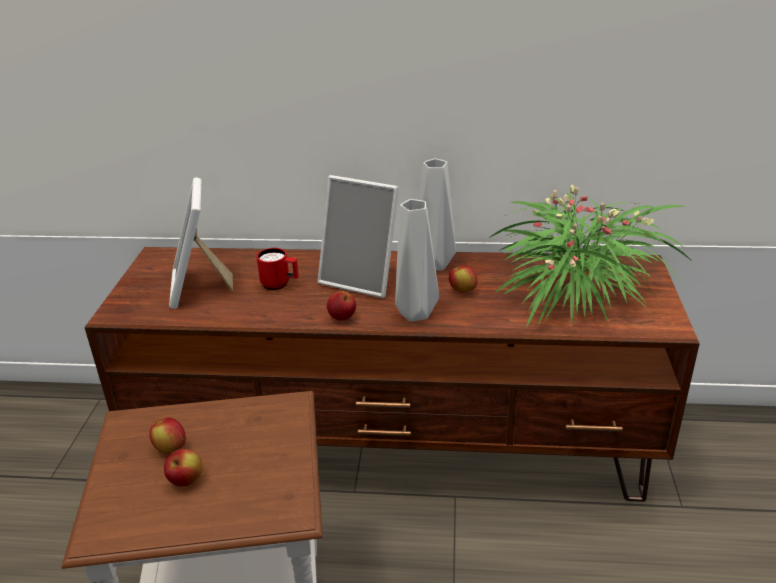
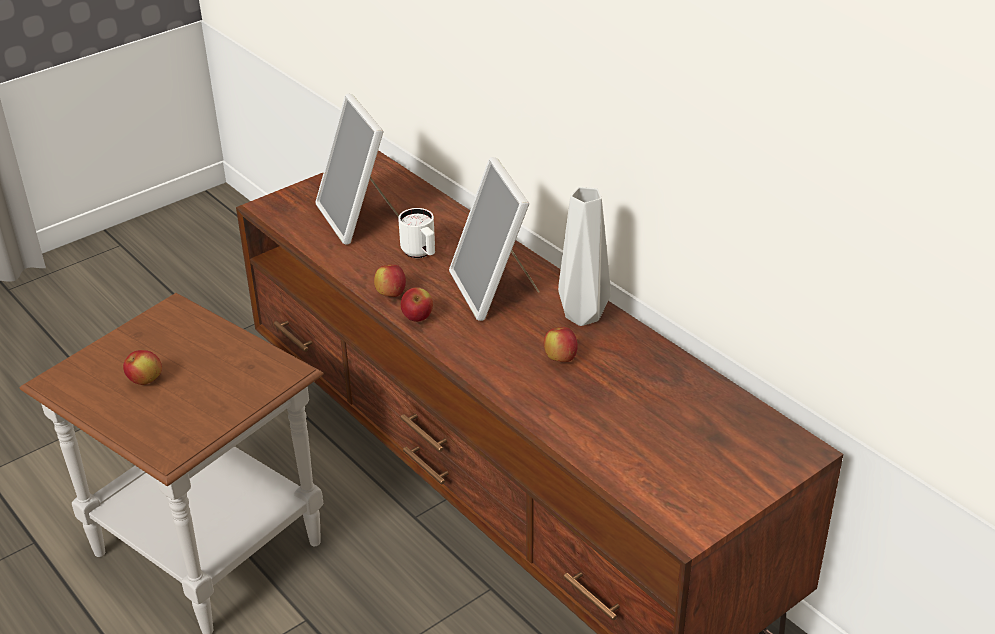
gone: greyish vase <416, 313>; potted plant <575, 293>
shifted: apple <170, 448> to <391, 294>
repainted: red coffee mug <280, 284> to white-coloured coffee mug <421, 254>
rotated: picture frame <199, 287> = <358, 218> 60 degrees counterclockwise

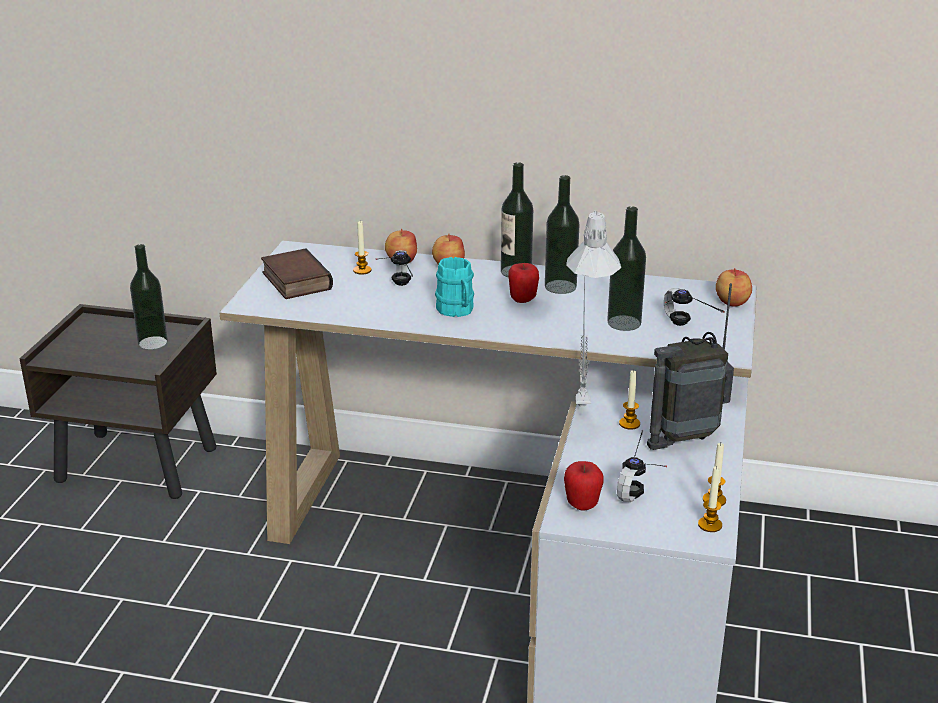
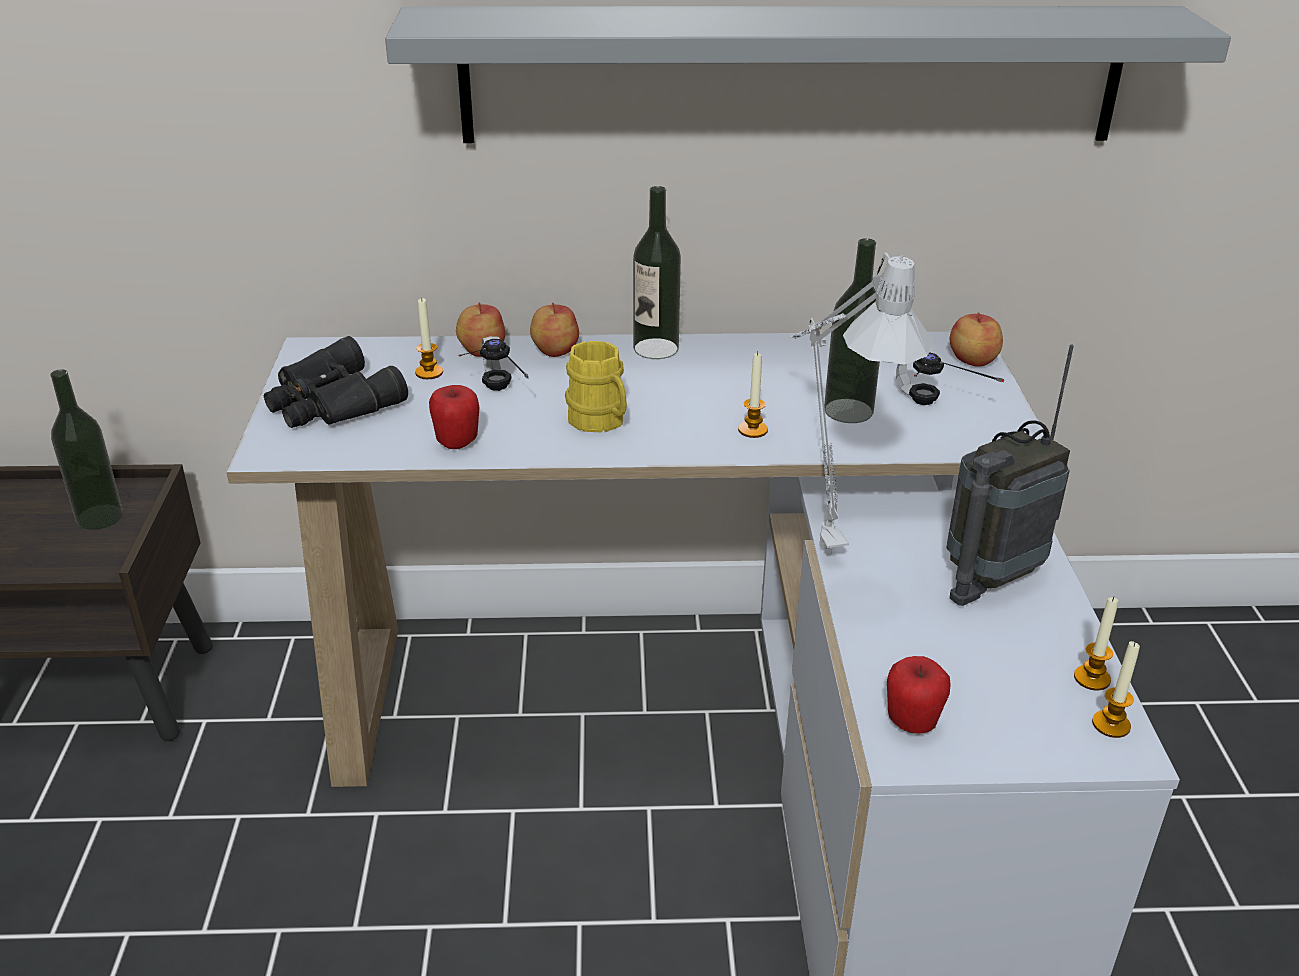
gone: drink bottle <560, 287>; headphones <644, 488>
new: greyish wall shelf <791, 75>
shifted: apple <523, 300> to <457, 443>; wax candle <629, 424> to <753, 430>
swapped: volume <294, 281> to blackish pair of binoculars <330, 402>
repainted: turquoise coffee mug <457, 311> to yellowish coffee mug <601, 422>

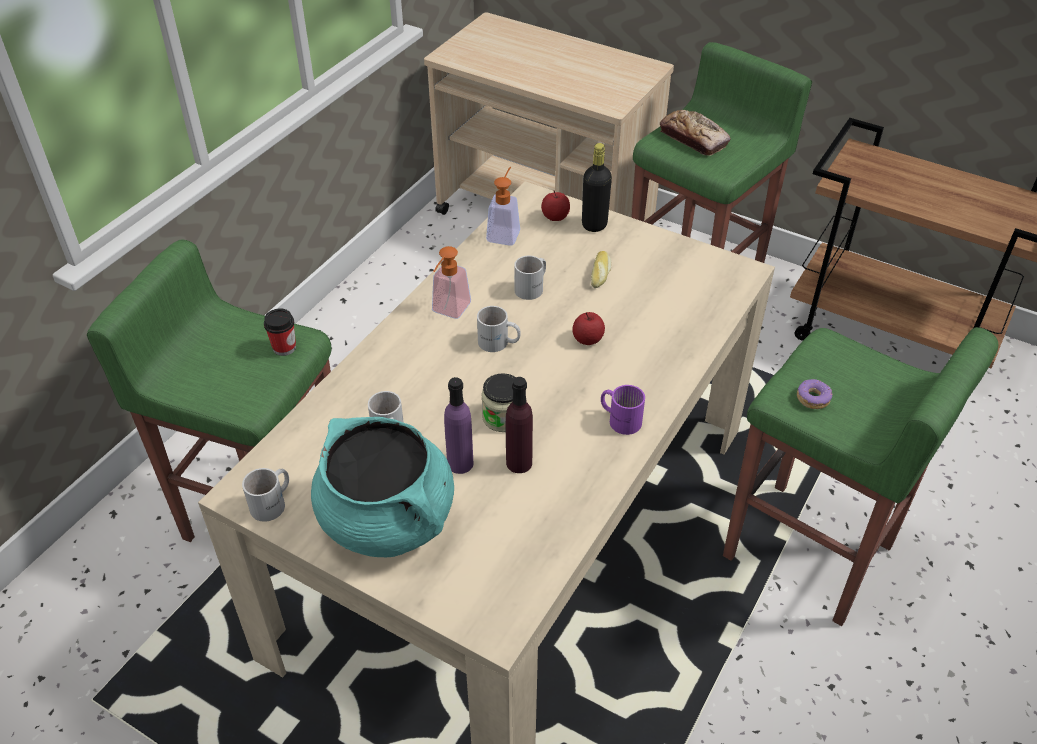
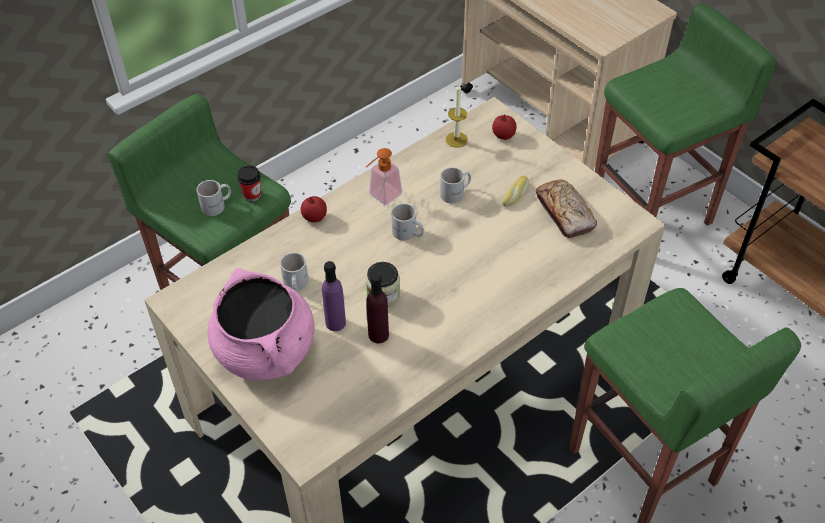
gone: blackish drink bottle <594, 224>; purple-coloured coffee mug <620, 418>; donut <812, 398>
shifted: white-coloured coffee mug <273, 503> to <217, 205>; apple <587, 339> to <314, 217>; bakery bread <693, 139> to <564, 213>
swapped: soap bottle <505, 232> to wax candle <456, 139>
repainted: turquoise saucepot <388, 520> to pink-coloured saucepot <266, 351>

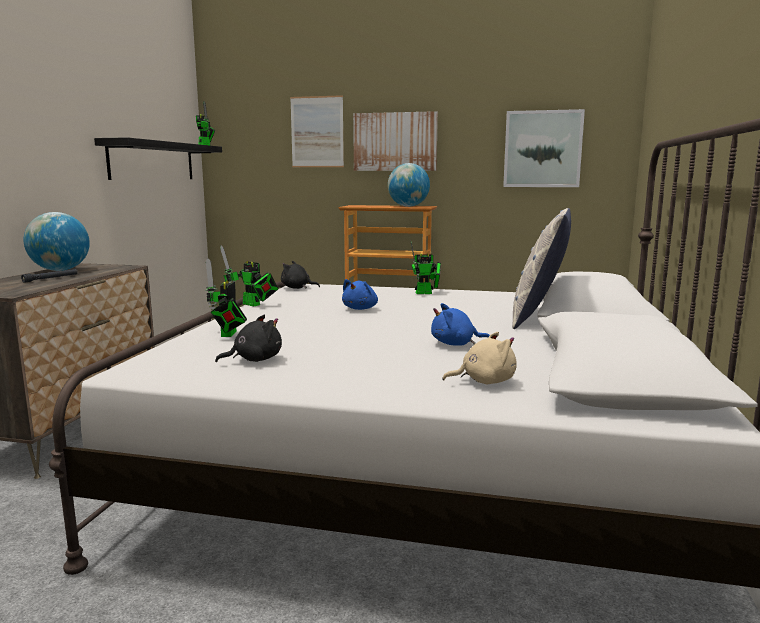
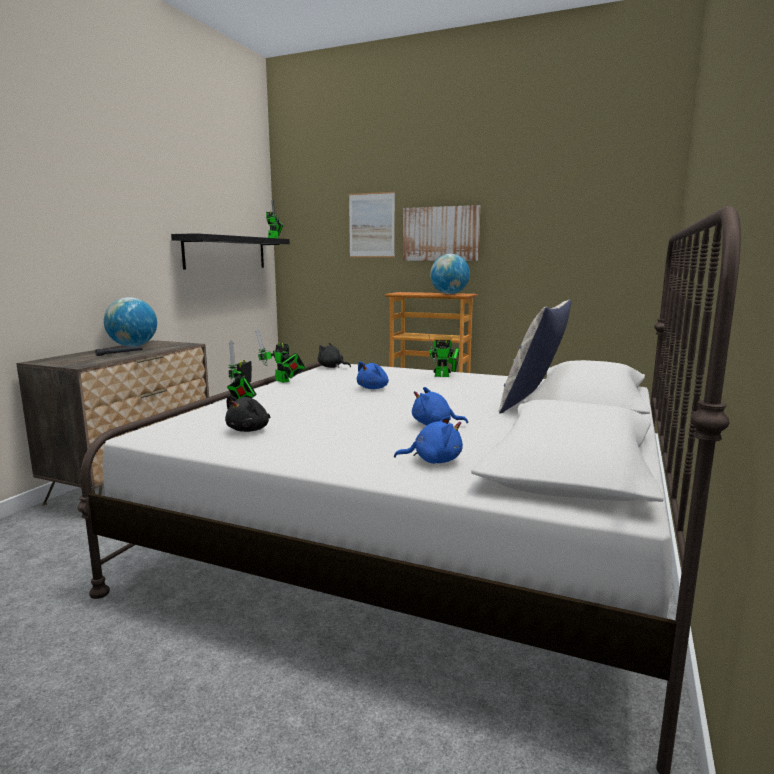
gone: picture <542, 149>
repainted: beige-coloured plush toy <484, 381> to blue-coloured plush toy <433, 461>
rotated: blackish plush toy <254, 360> = <250, 430> 135 degrees clockwise

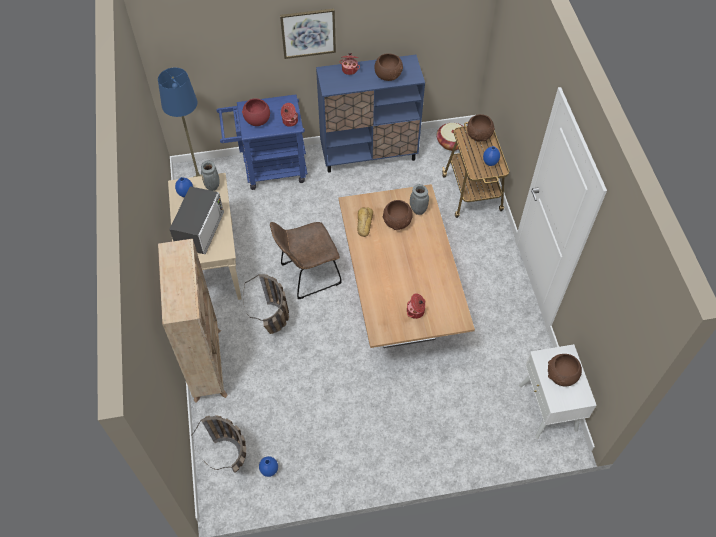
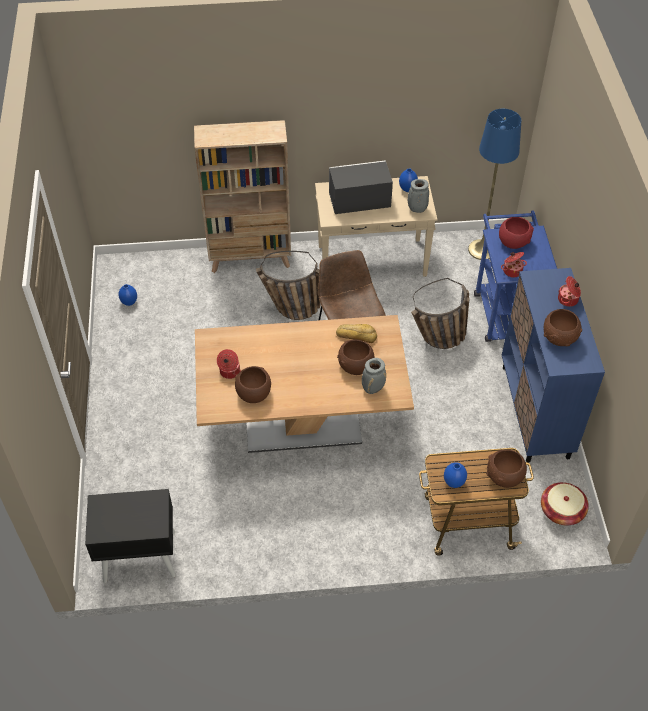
gone: picture <308, 33>
shifted: basket <234, 459> to <438, 341>; brown-coloured serving bowl <561, 376> to <253, 393>
repainted: white-coloured bedside table <548, 407> to blackish bedside table <139, 556>
rotated: microwave oven <200, 230> = <359, 200> 150 degrees clockwise

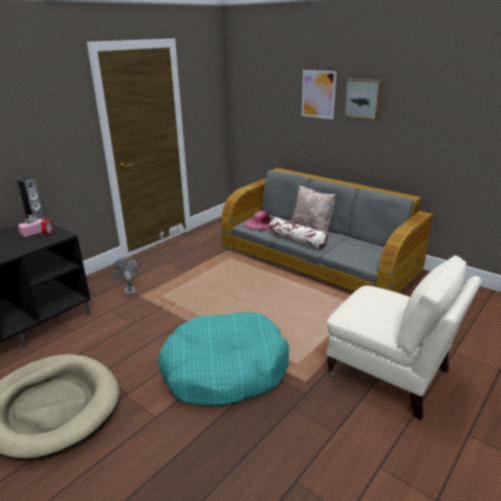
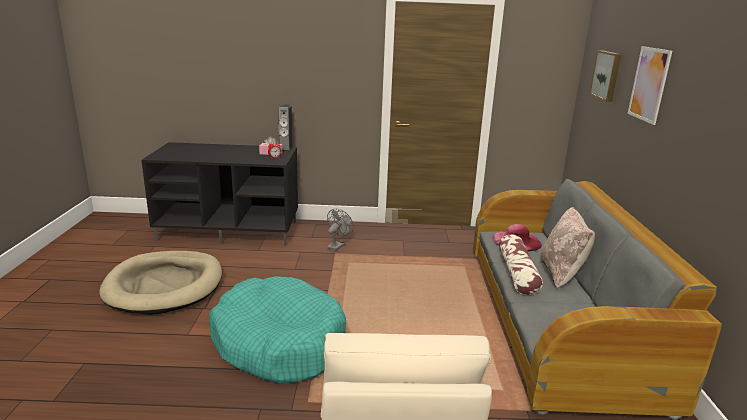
shifted: picture <363, 98> to <607, 75>

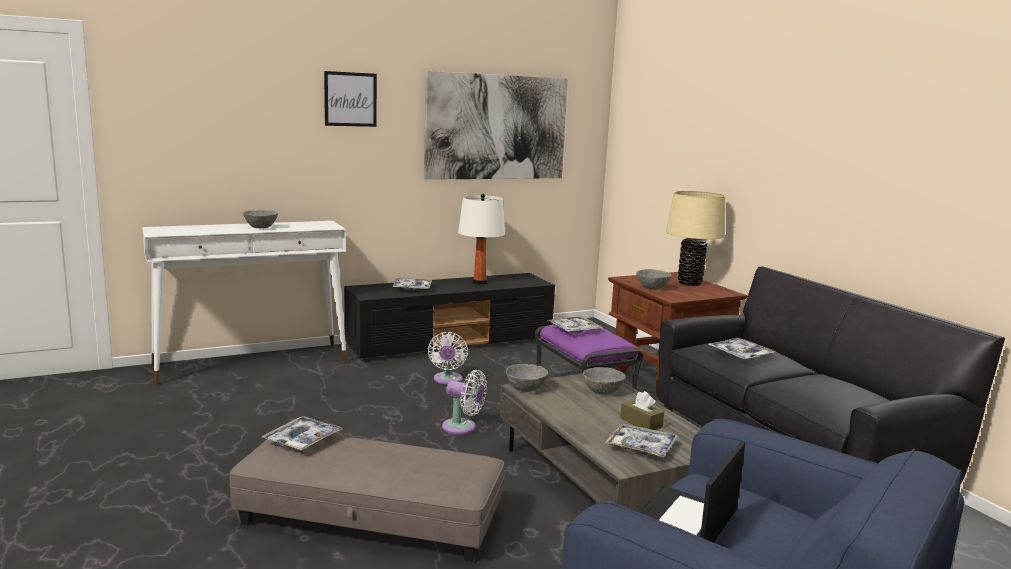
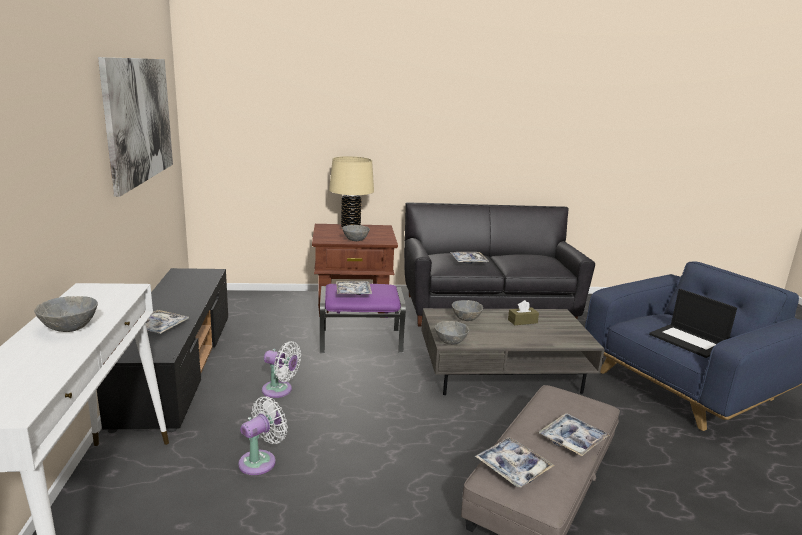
gone: picture <350, 99>; white-coloured table lamp <479, 282>
shifted: white-coloured cooling fan <462, 428> to <261, 461>; carrying tray <641, 447> to <572, 440>

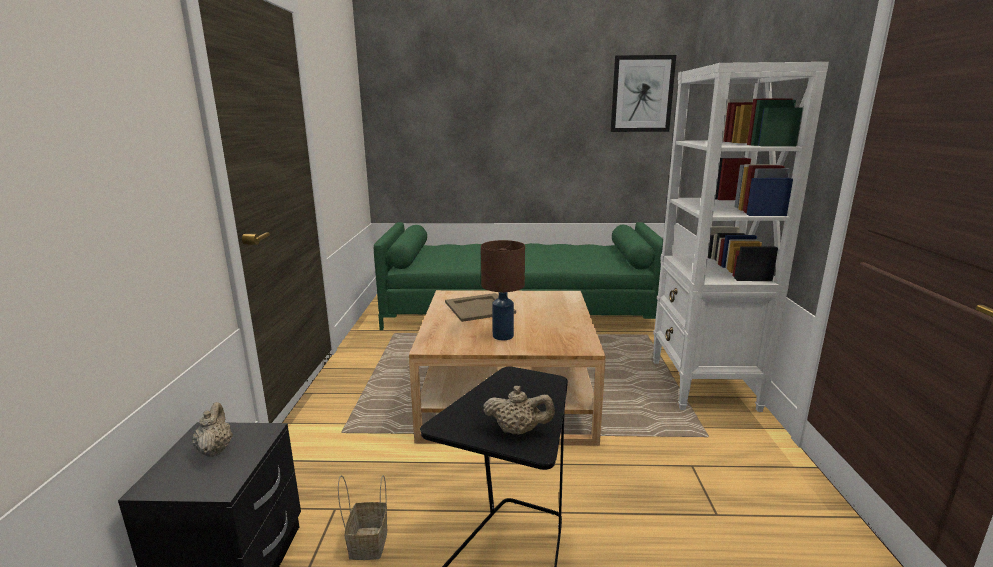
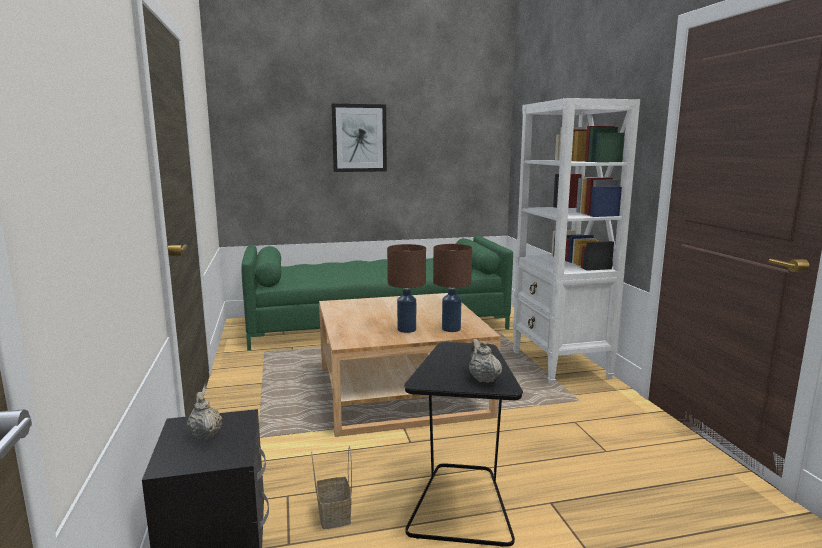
gone: beige-coloured carrying tray <478, 307>
new: brown-coloured table lamp <451, 329>
shifted: picture <642, 94> to <359, 138>
rotated: beige-coloured teapot <518, 431> = <483, 379> 105 degrees counterclockwise

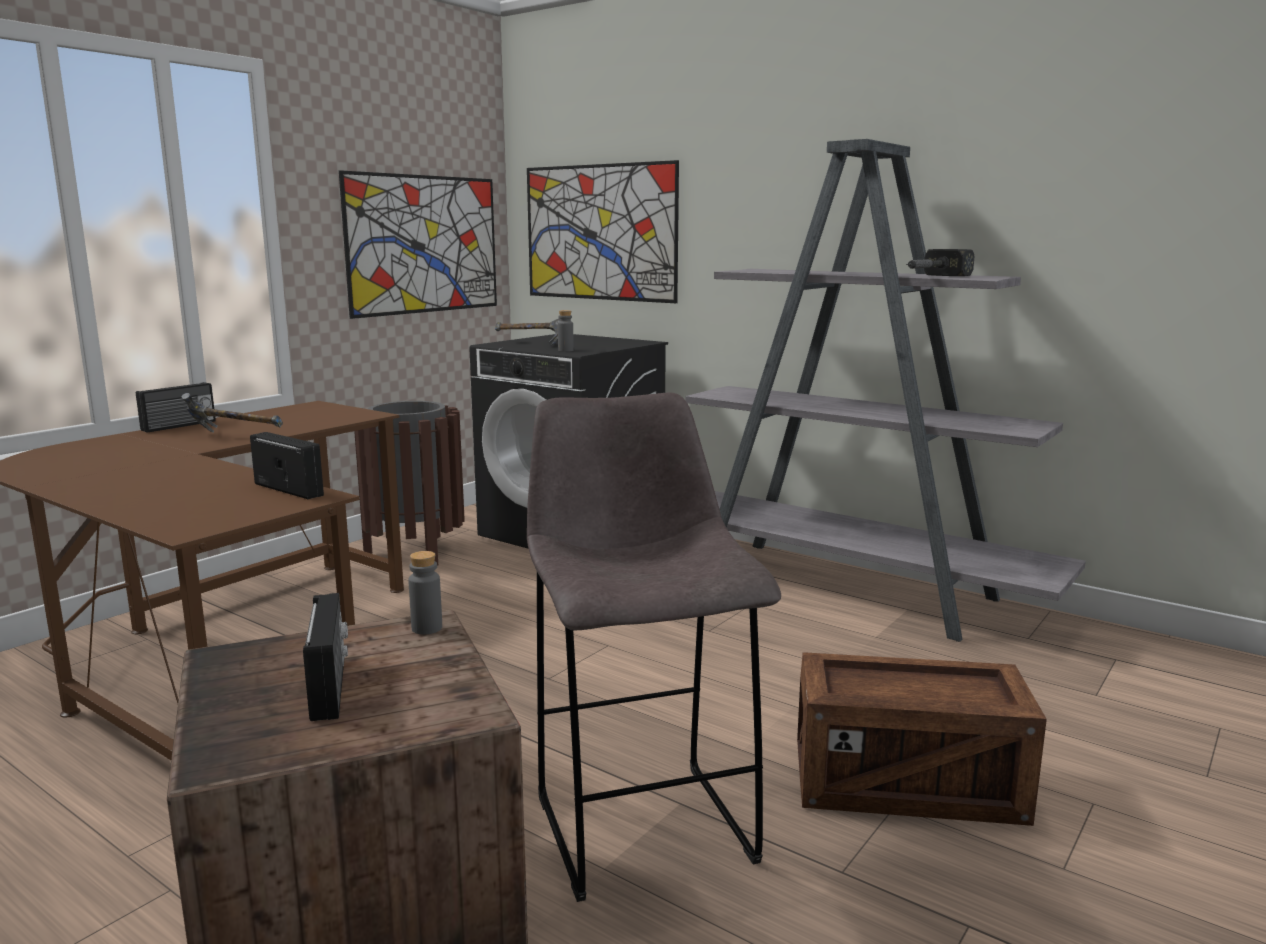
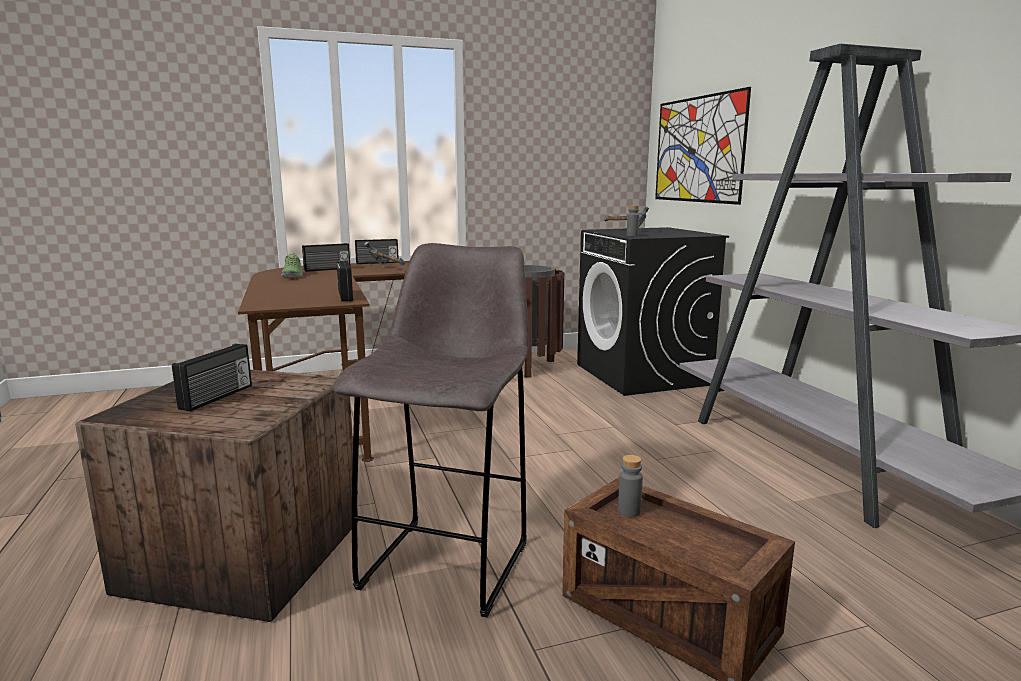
gone: picture <424, 244>; tool hammer <931, 276>
new: shoe <292, 276>; radio receiver <327, 269>
shifted: greyish drink bottle <427, 628> to <629, 511>

